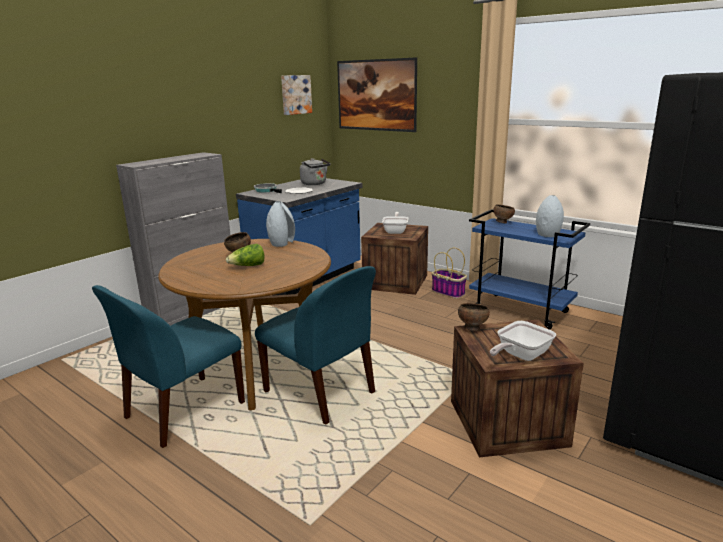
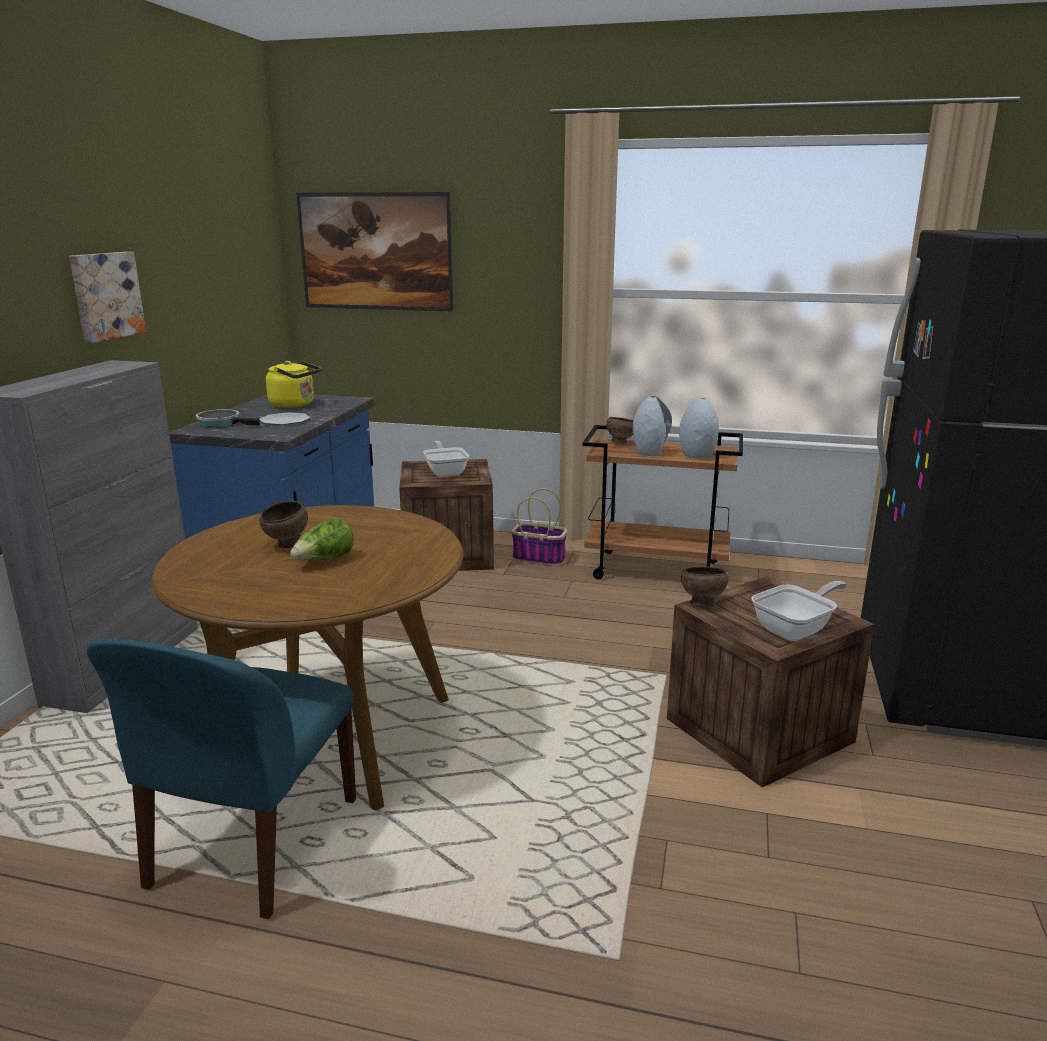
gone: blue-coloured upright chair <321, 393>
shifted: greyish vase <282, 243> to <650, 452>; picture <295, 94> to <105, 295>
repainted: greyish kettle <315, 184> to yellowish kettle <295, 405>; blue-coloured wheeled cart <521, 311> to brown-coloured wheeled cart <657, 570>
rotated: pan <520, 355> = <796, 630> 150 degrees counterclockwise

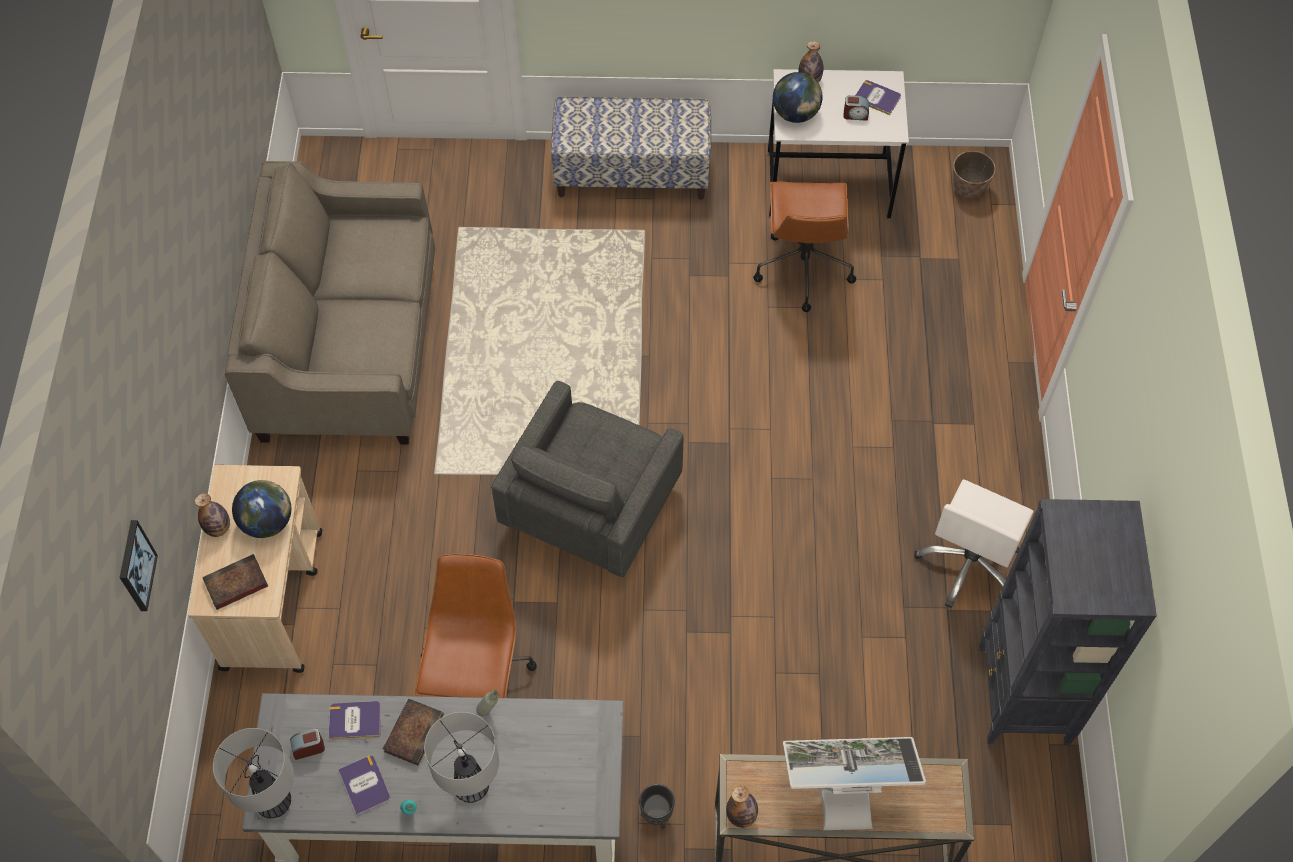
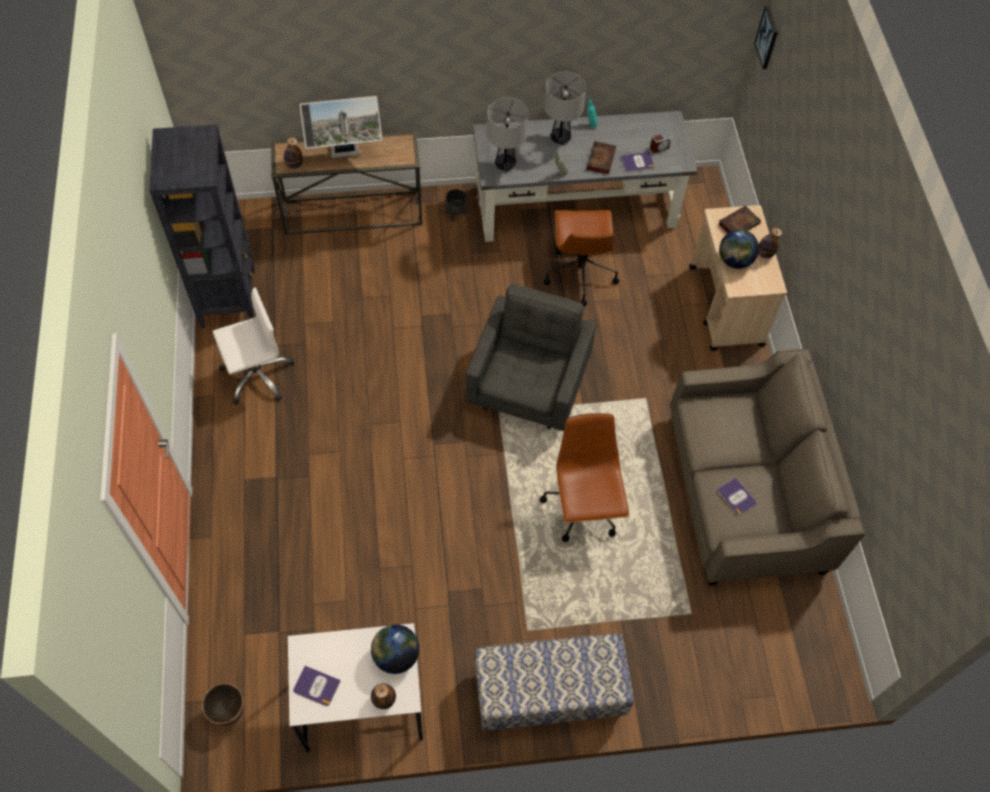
gone: table clock <855, 115>
shifted: picture <136, 566> to <767, 37>; table lamp <274, 802> to <505, 164>; volume <365, 785> to <736, 496>; drink bottle <741, 816> to <294, 165>; brown-coloured computer chair <803, 268> to <583, 508>
rotated: white-coloured computer chair <969, 564> = <257, 375> 45 degrees clockwise

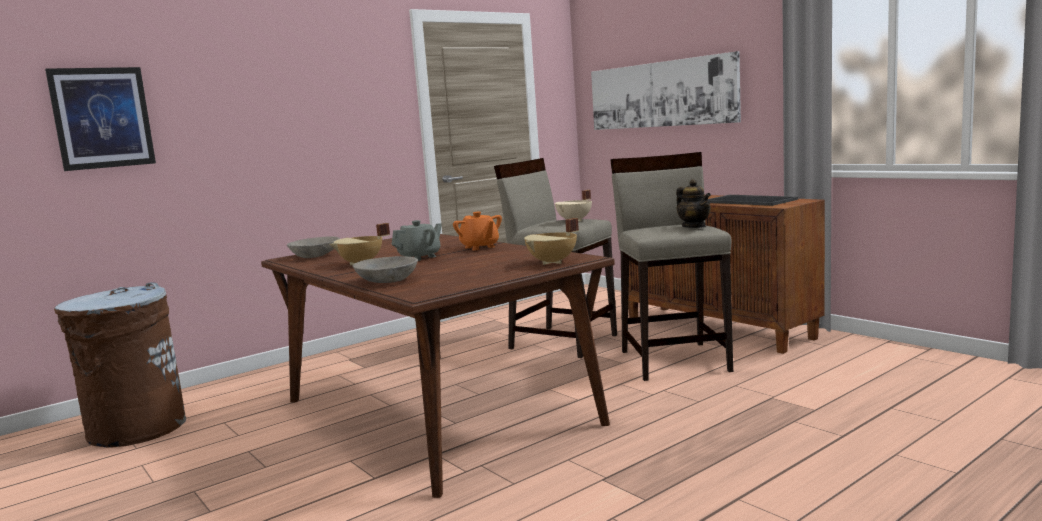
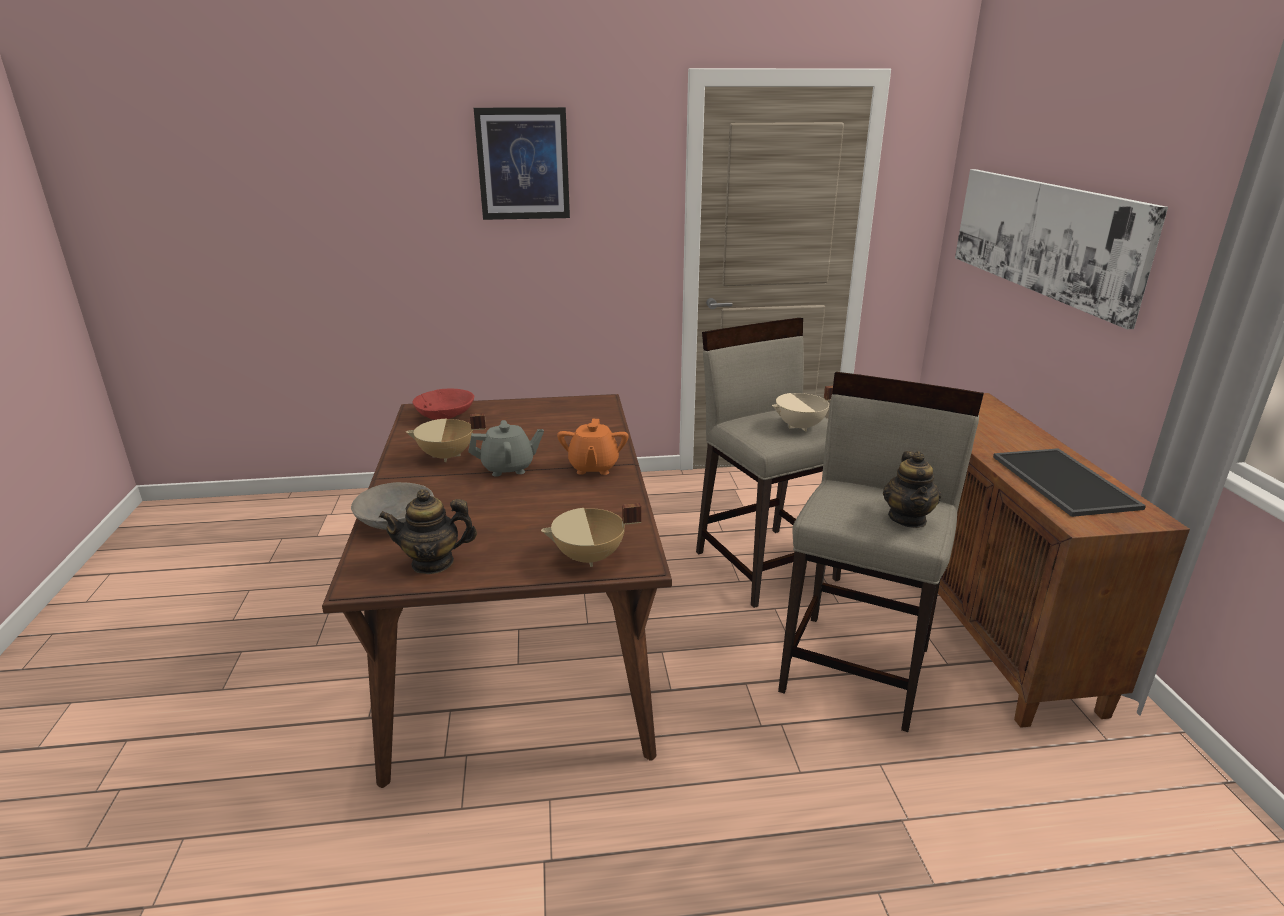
gone: brown-coloured waste bin <136, 429>
new: teapot <433, 563>
shifted: picture <102, 118> to <523, 164>
repainted: greyish serving bowl <315, 256> to red serving bowl <446, 415>

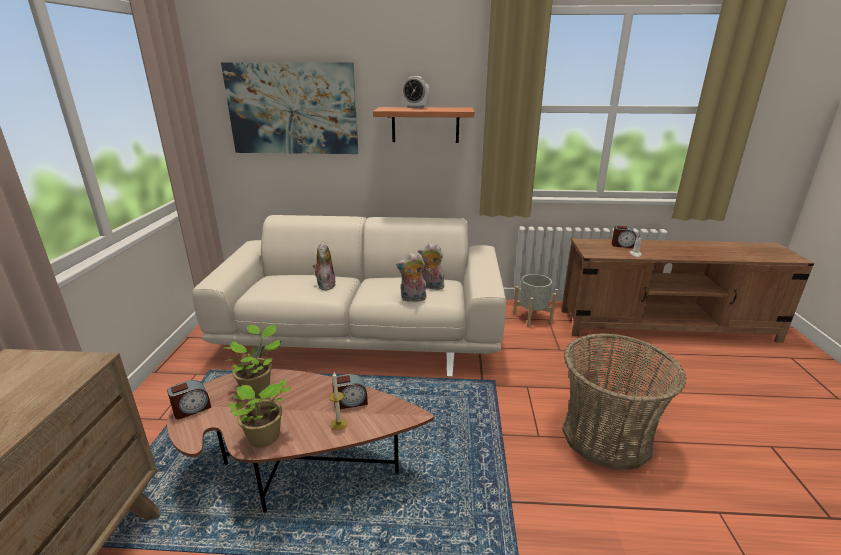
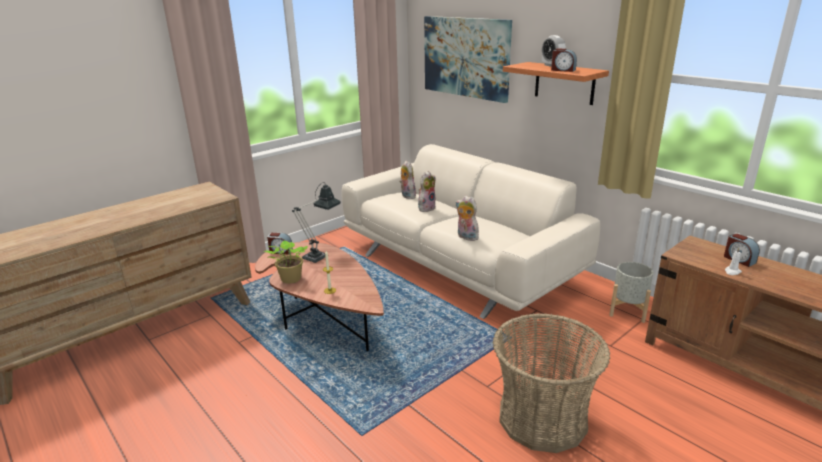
shifted: table clock <350, 402> to <563, 70>; plush toy <431, 286> to <407, 196>
swapped: potted plant <258, 388> to table lamp <319, 255>

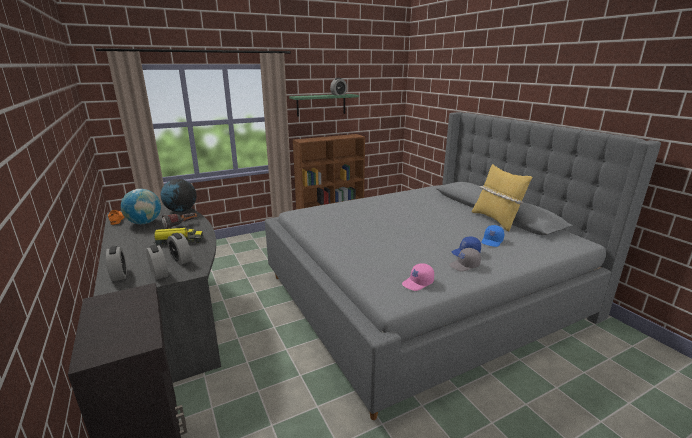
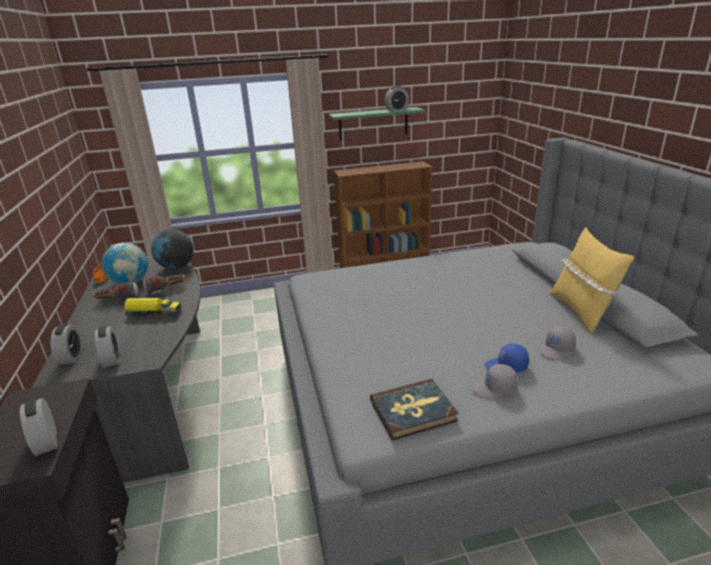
new: flashlight <118, 300>
shifted: table clock <181, 260> to <46, 441>
swapped: pink-coloured cap <418, 283> to volume <413, 411>
repainted: blue-coloured cap <492, 241> to greyish cap <556, 350>

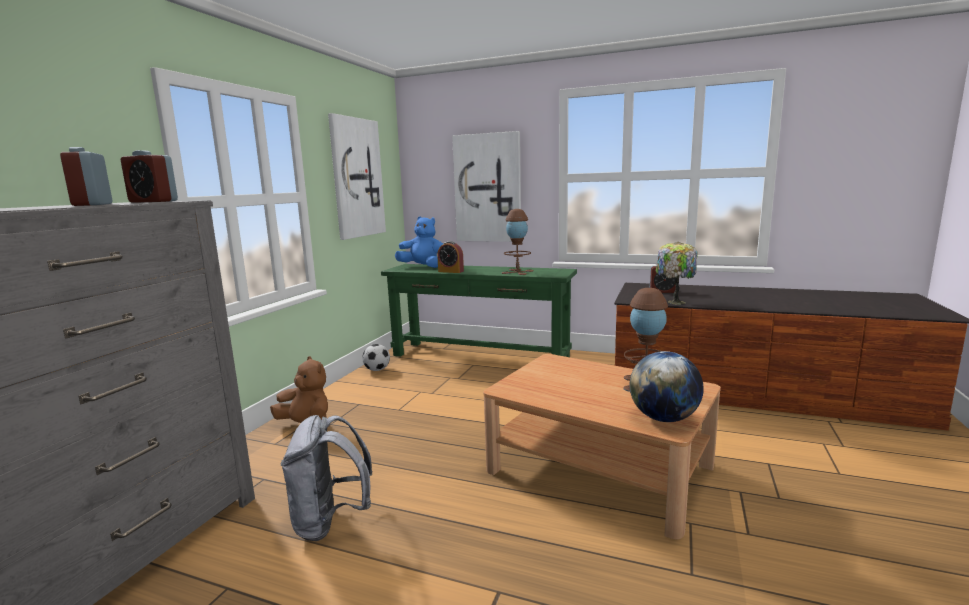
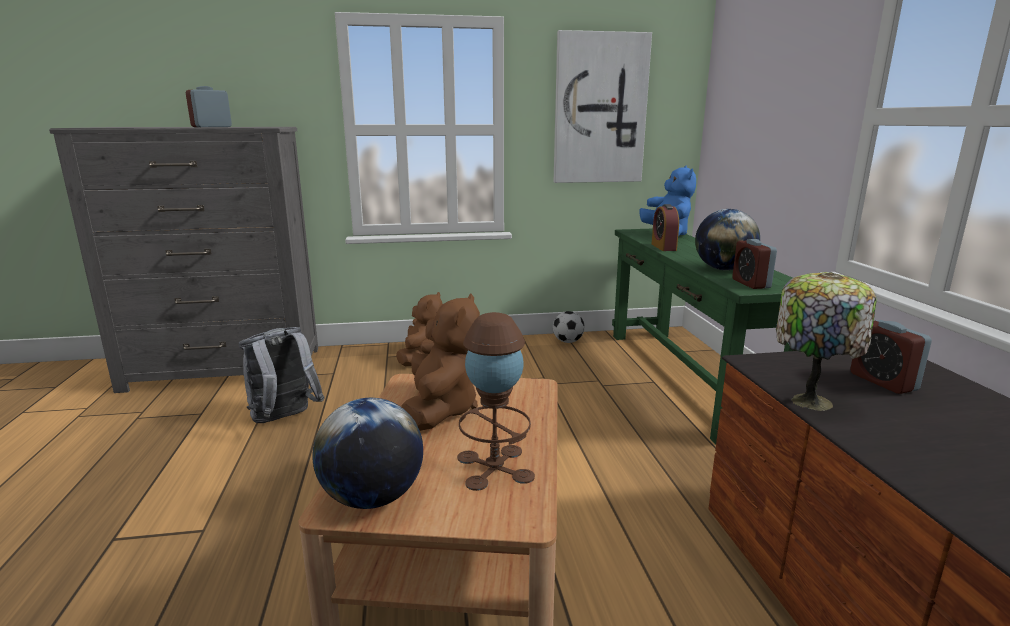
gone: picture <487, 188>
new: brown-coloured plush toy <440, 409>
shifted: table clock <153, 201> to <751, 284>
swapped: brown-coloured table lamp <517, 272> to desk globe <723, 269>

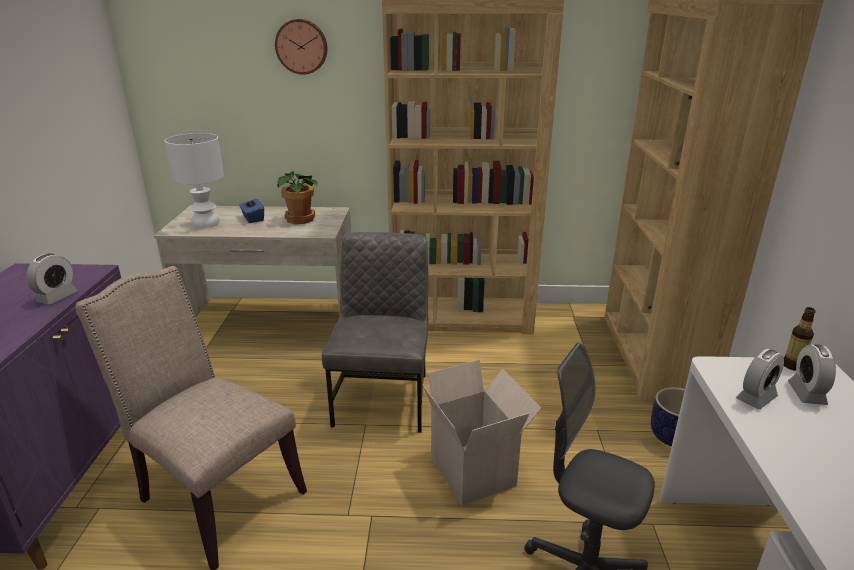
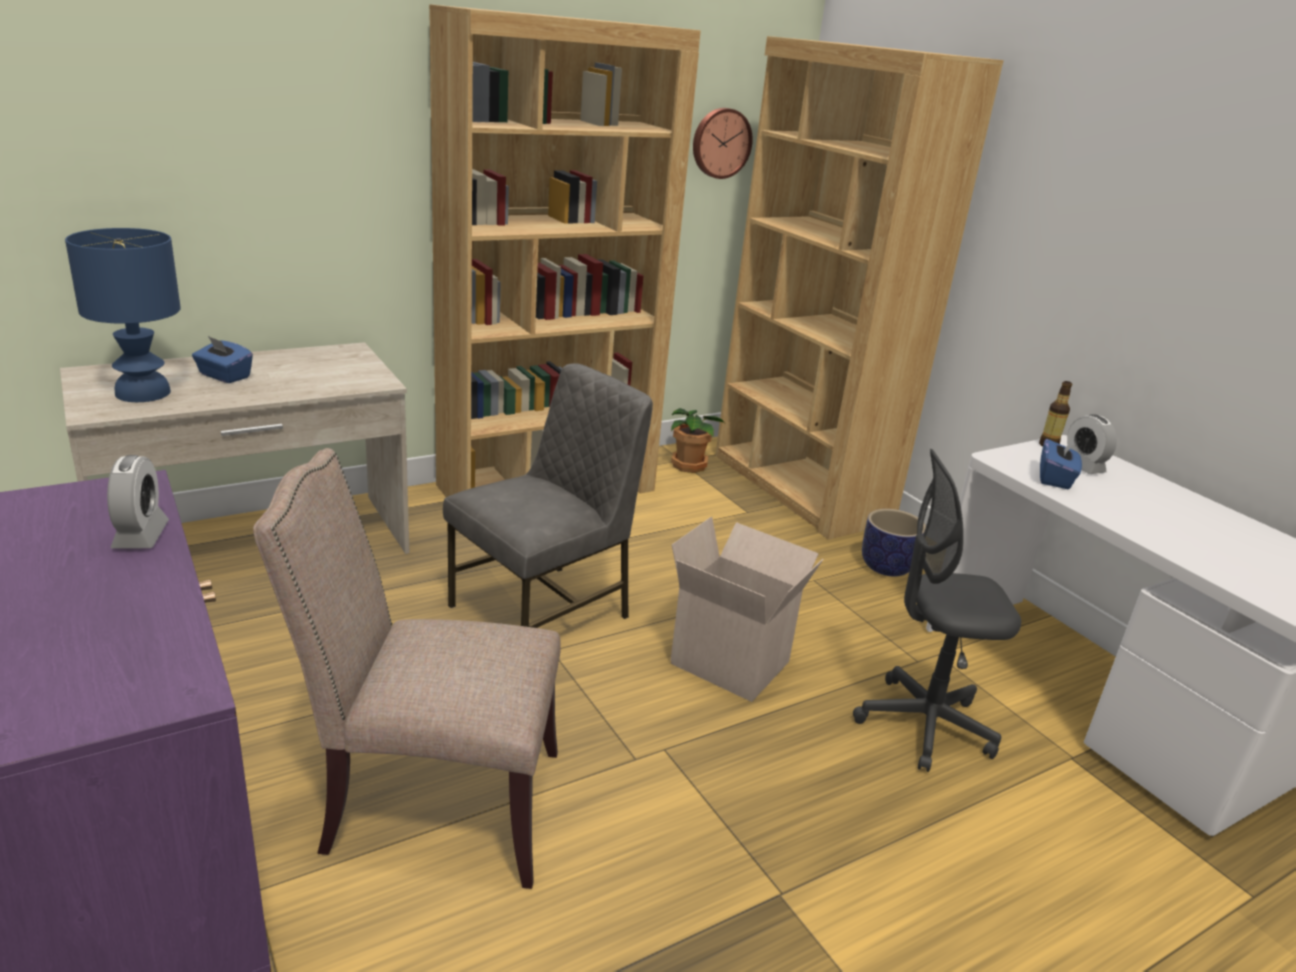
shifted: clock on the wall <301, 46> to <720, 143>; potted plant <301, 219> to <689, 465>
swapped: table clock <756, 398> to blue-coloured tissue box <1055, 478>
repainted: white-coloured table lamp <206, 223> to blue-coloured table lamp <144, 392>
rotated: greyish upright chair <384, 398> = <544, 612> 75 degrees clockwise

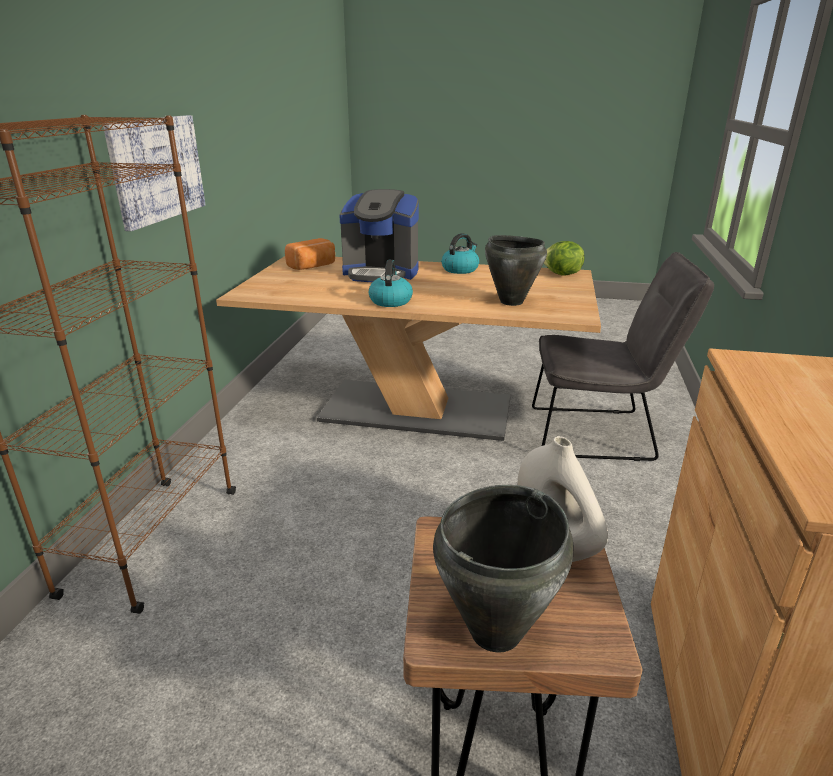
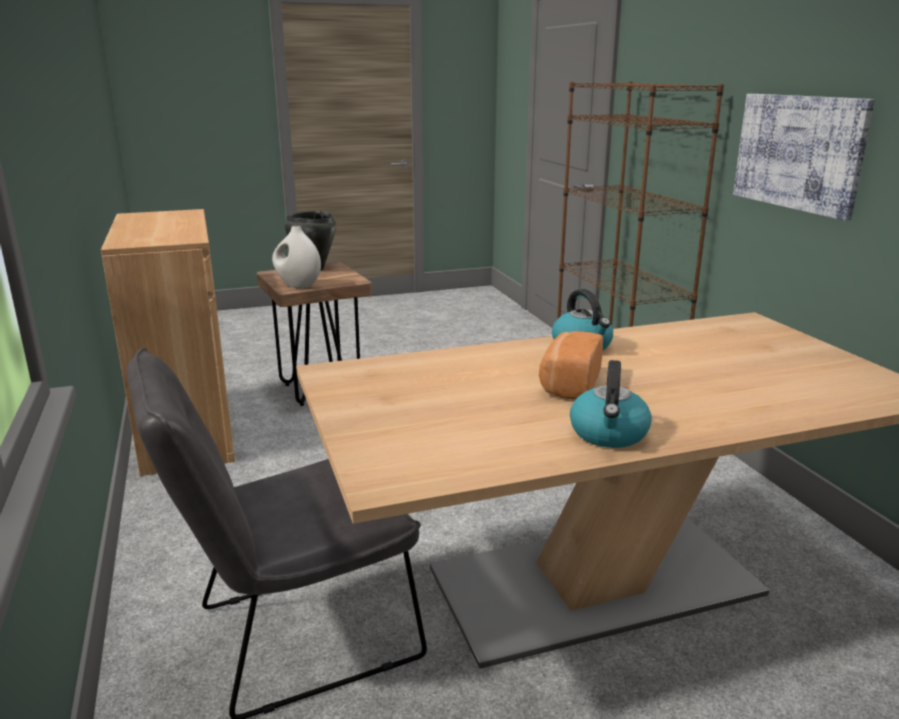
gone: coffee brewer <381, 273>; blackish saucepot <511, 301>; lettuce <561, 274>
shifted: bakery bread <313, 266> to <568, 384>

